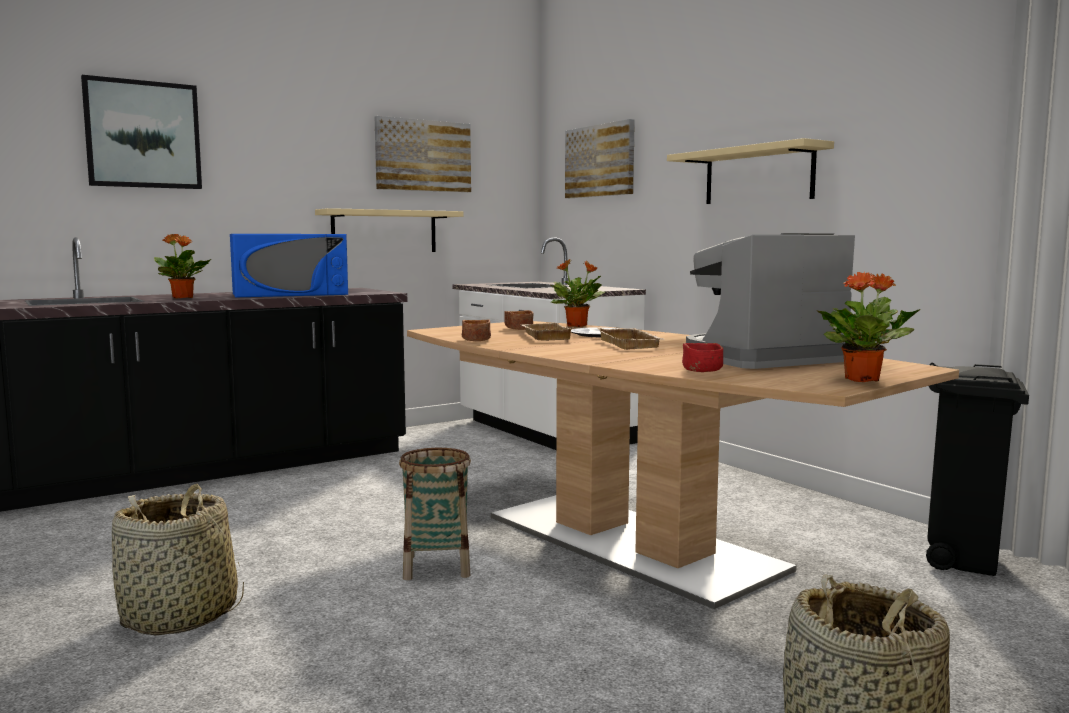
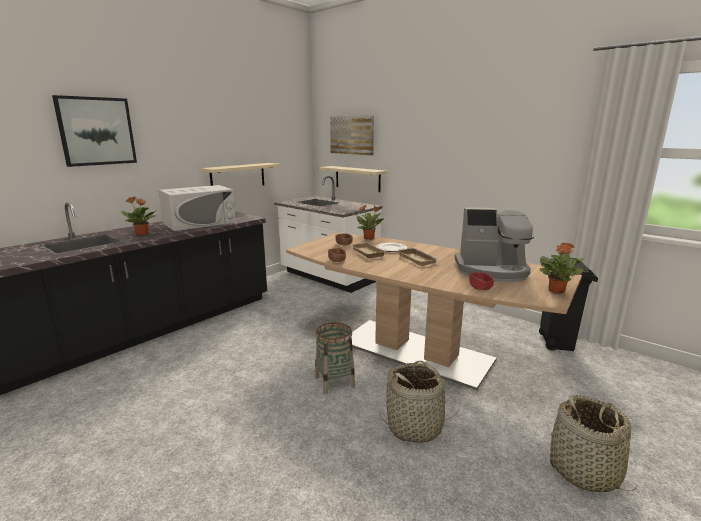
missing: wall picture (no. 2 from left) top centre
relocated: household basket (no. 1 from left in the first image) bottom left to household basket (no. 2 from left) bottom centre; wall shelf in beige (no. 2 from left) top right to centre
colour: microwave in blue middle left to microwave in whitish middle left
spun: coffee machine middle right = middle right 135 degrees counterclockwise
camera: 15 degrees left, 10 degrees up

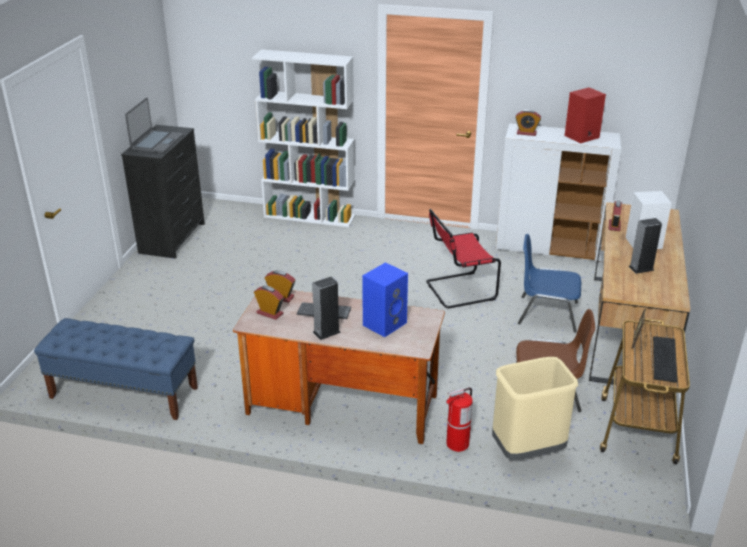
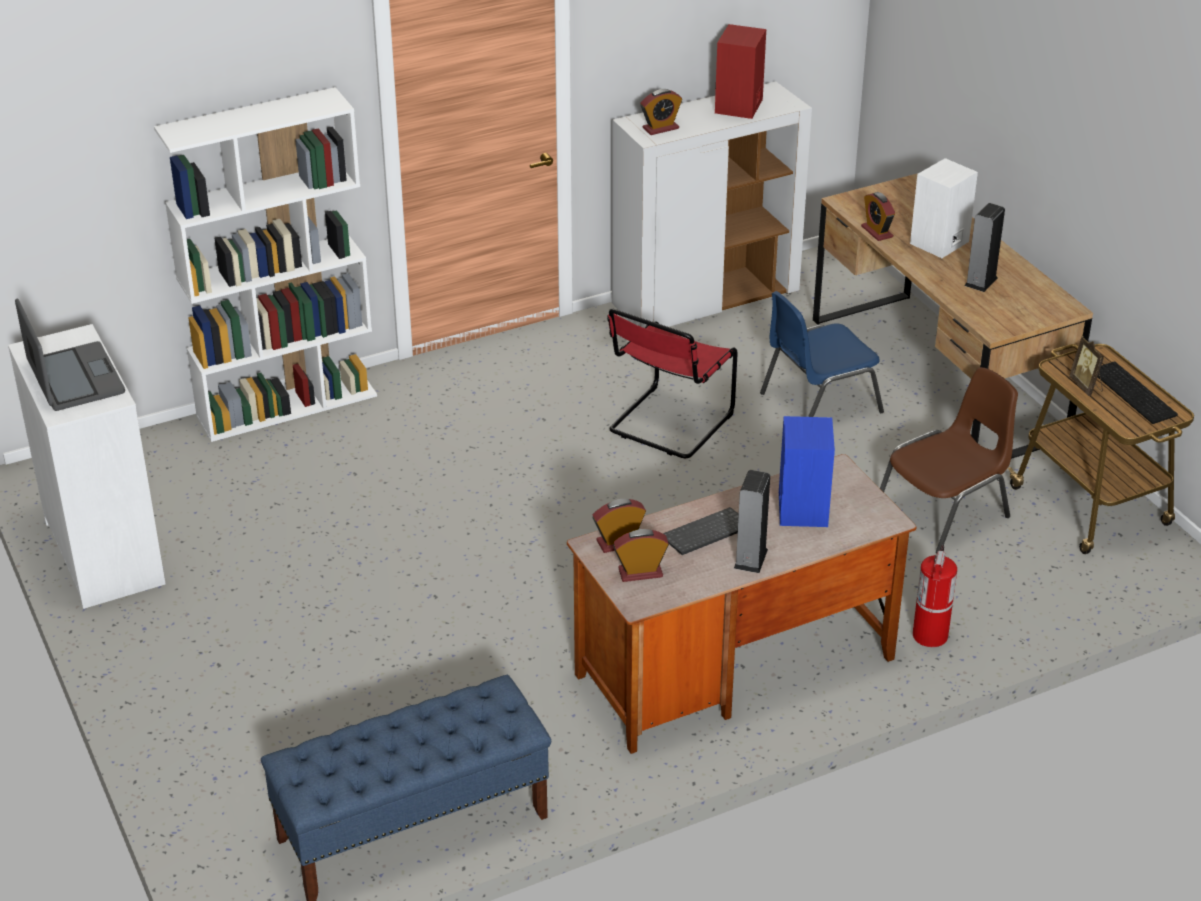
missing: trash can in beige bottom right
colour: dresser in black middle left to dresser in whitish middle left
camera: 40 degrees left, 5 degrees up

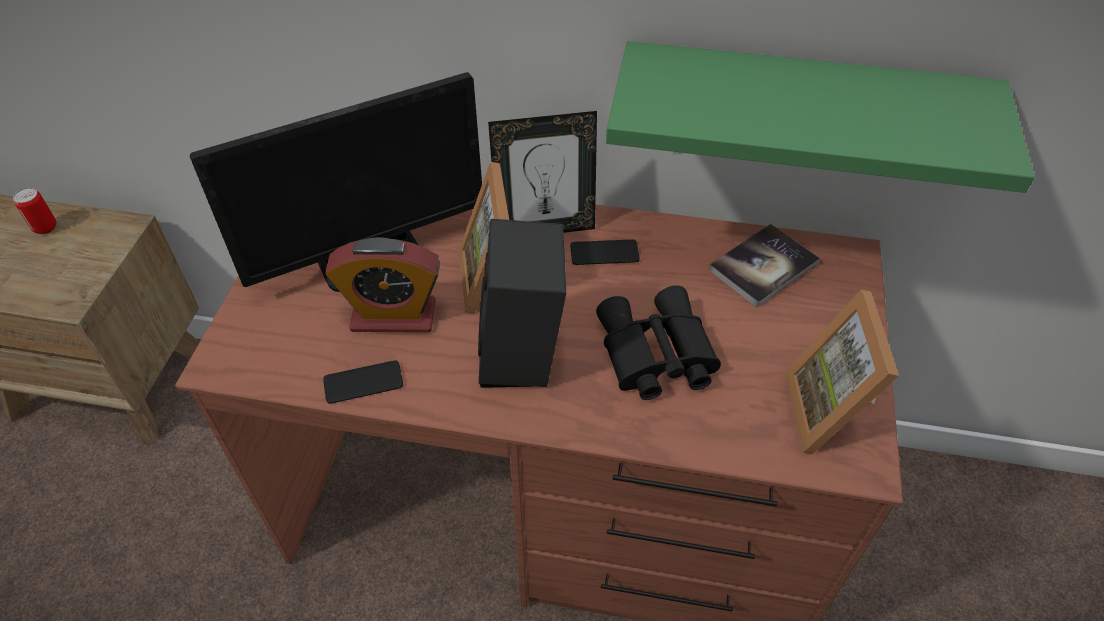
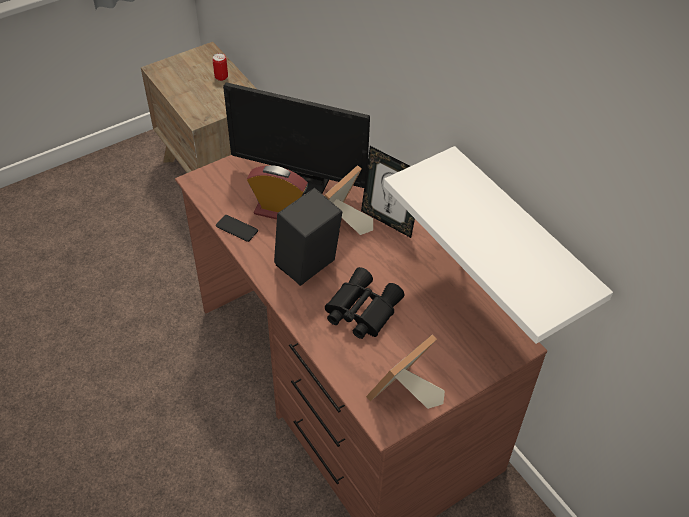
missing: handset (no. 2 from left) centre; volume middle right
colour: wall shelf in greenish top right to wall shelf in whitish middle right
spun: alarm clock centre = centre 150 degrees clockwise
camera: 45 degrees right, 0 degrees up

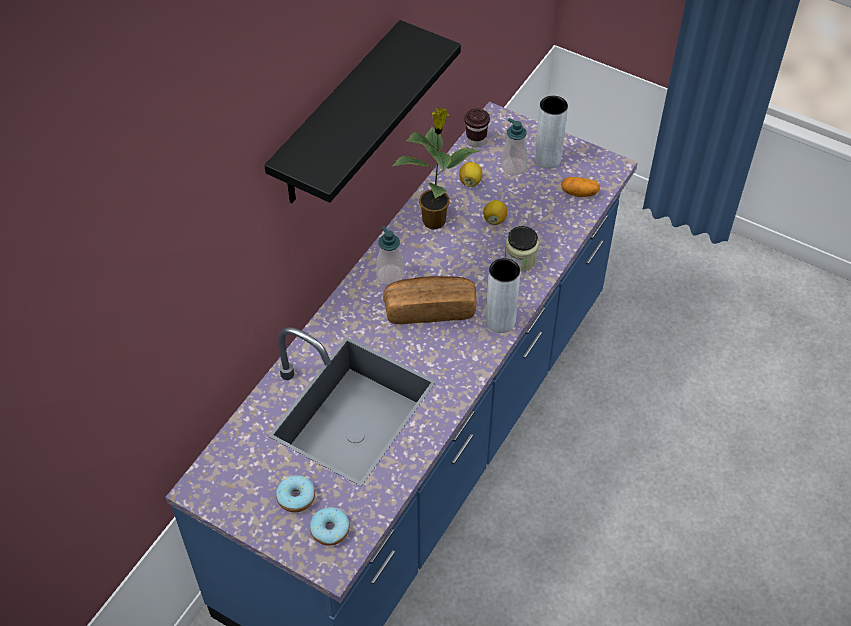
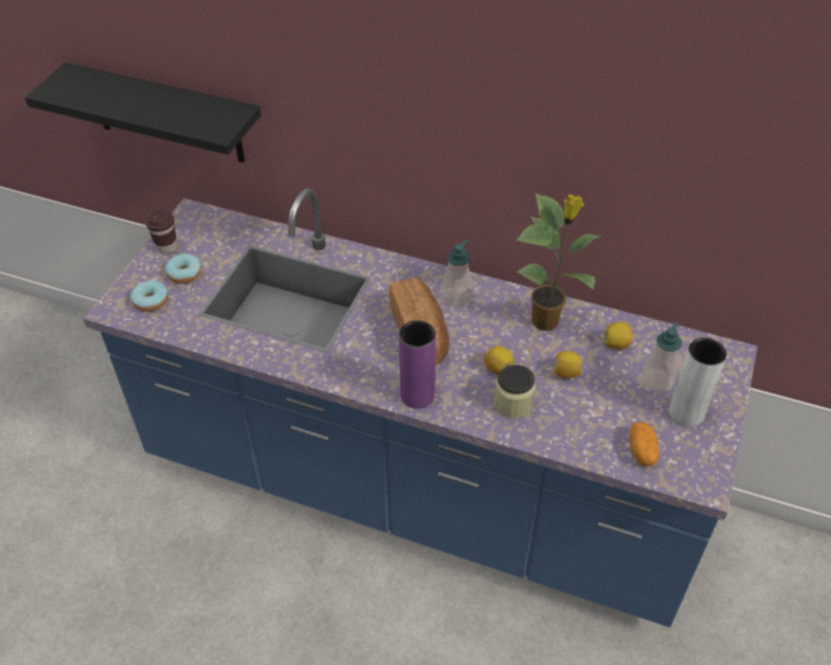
appeared: citrus fruit (no. 1 from left) centre
relocated: wall shelf in black top centre to top left; cup in brown-coloured top centre to middle left
colour: flower vase in greyish (no. 1 from left) centre to flower vase in purple centre
camera: 80 degrees right, 5 degrees down

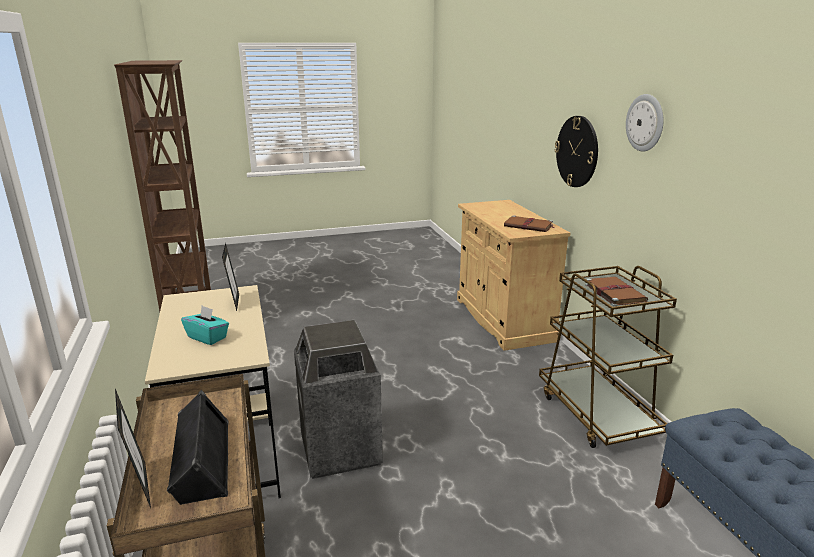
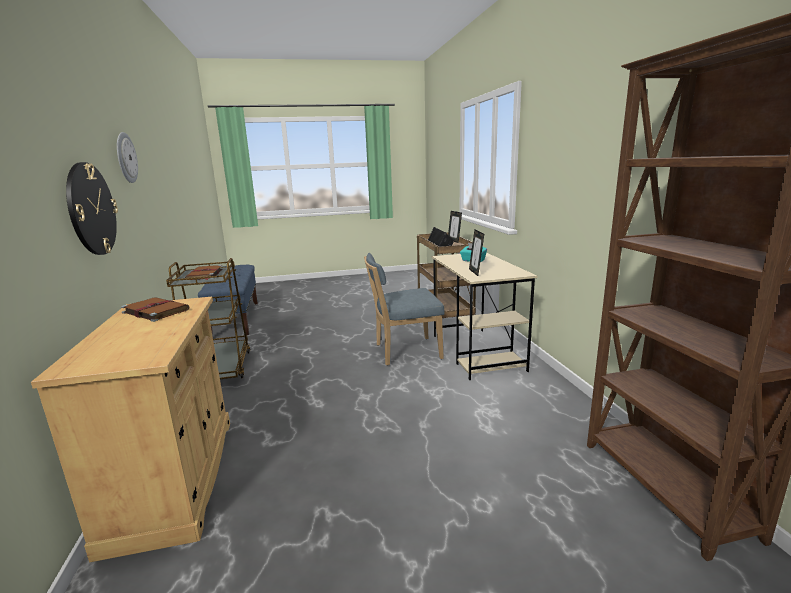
exchanged: trash can bottom centre to plain chair in blue centre
camera: 175 degrees left, 5 degrees down

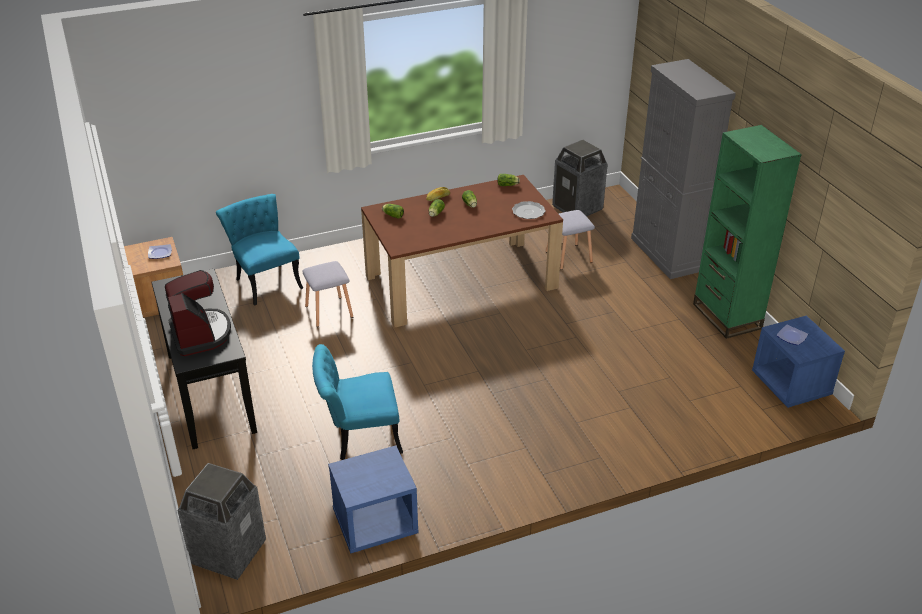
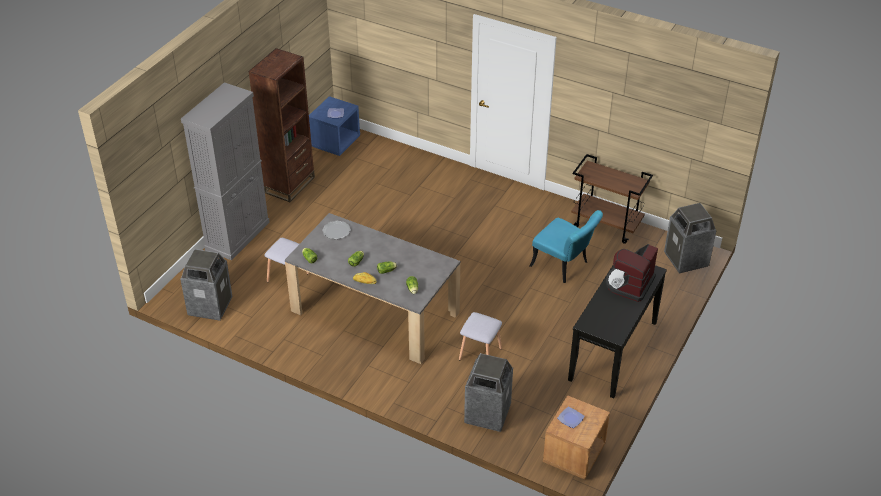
exchanged: plain chair in blue-green (no. 1 from left) middle left to trash can (no. 2 from left) bottom centre; nightstand in blue (no. 1 from left) bottom centre to trolley in brown-coloured middle right
colour: kitchen table in brown-coloured centre to kitchen table in greyish centre; bookshelf in greenish middle right to bookshelf in brown-coloured top left
camera: 130 degrees left, 5 degrees up

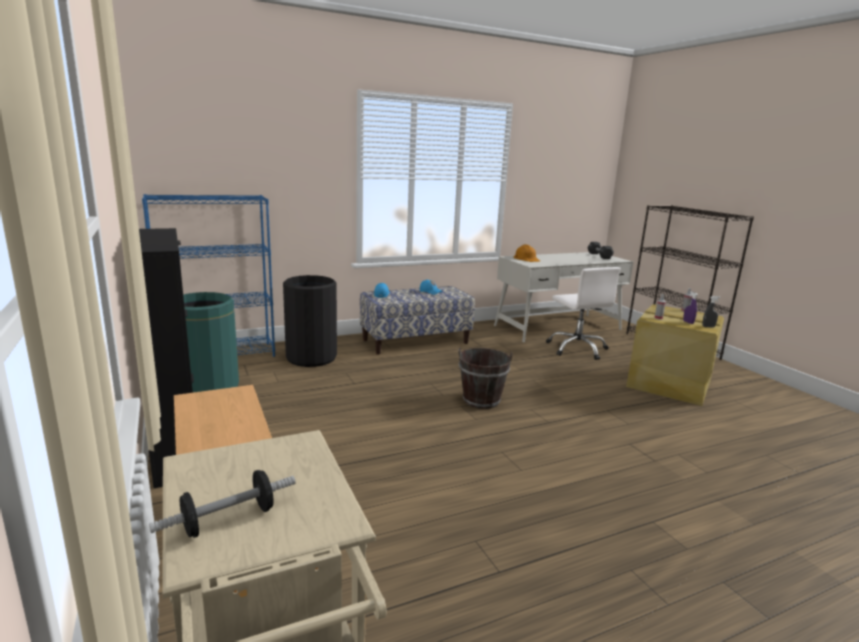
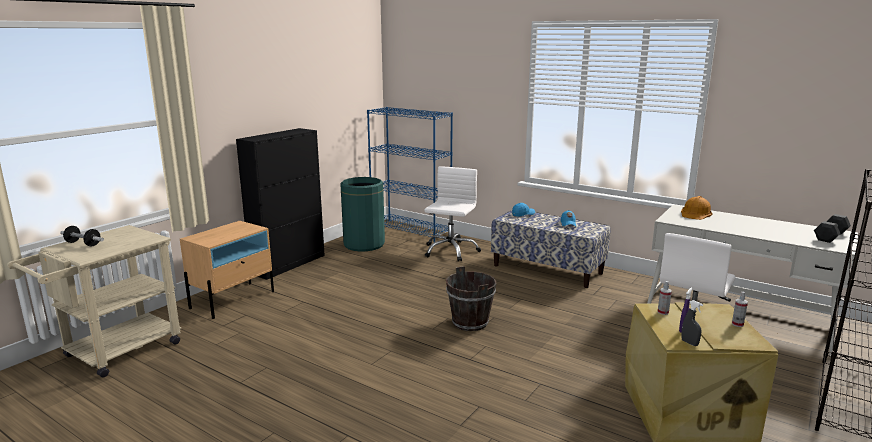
exchanged: trash can in black centre to desk chair in whitish (no. 1 from left) centre
camera: 60 degrees right, 0 degrees up

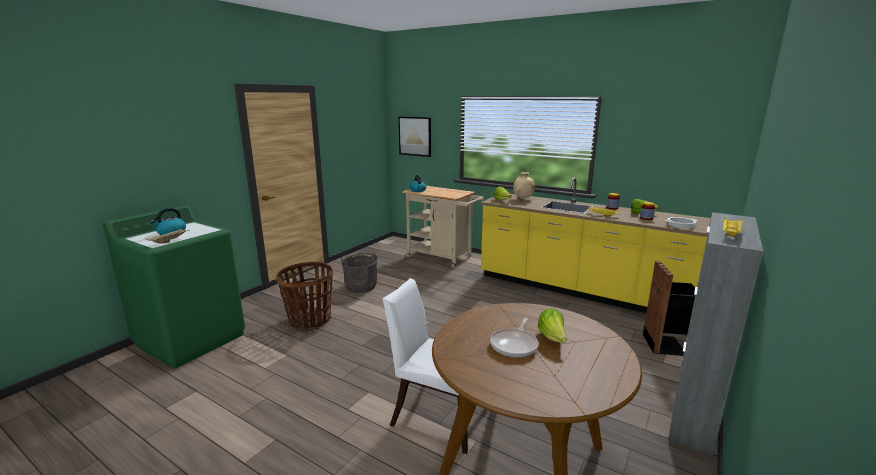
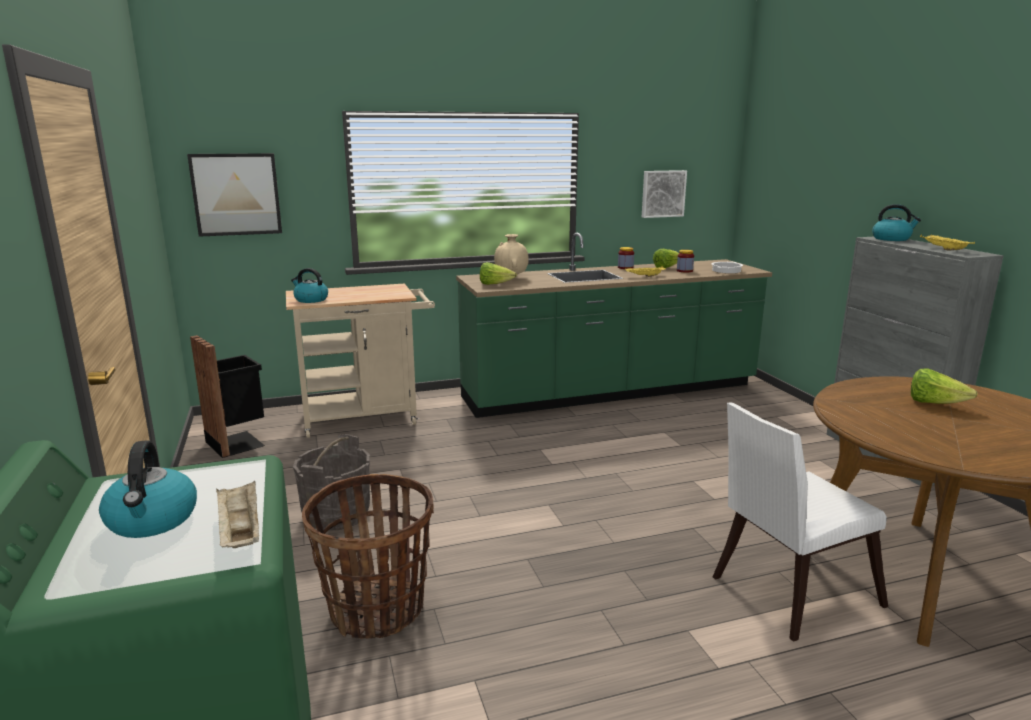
missing: frying pan bottom centre
appeared: wall picture (no. 2 from left) top centre; kettle (no. 3 from left) top right
relocated: trash can in black middle right to middle left
colour: counter in yellow middle right to counter in greenish centre
camera: 50 degrees left, 0 degrees up

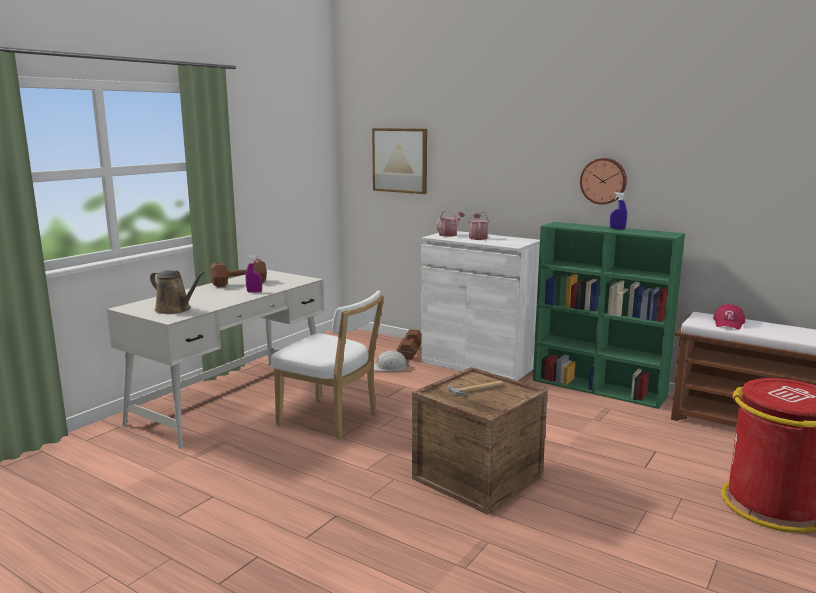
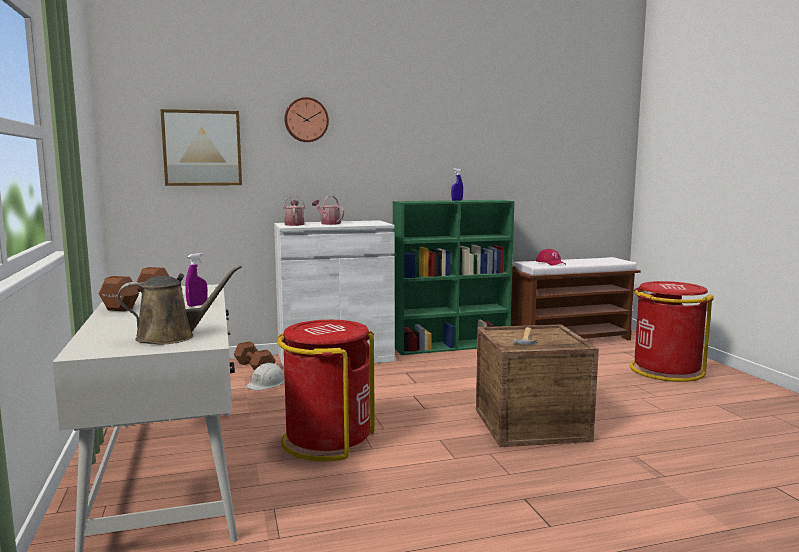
relocated: hanging clock top right to top centre
exchanged: plain chair in whitish centre to trash can in reddish (no. 1 from left) bottom centre
camera: 50 degrees left, 5 degrees down

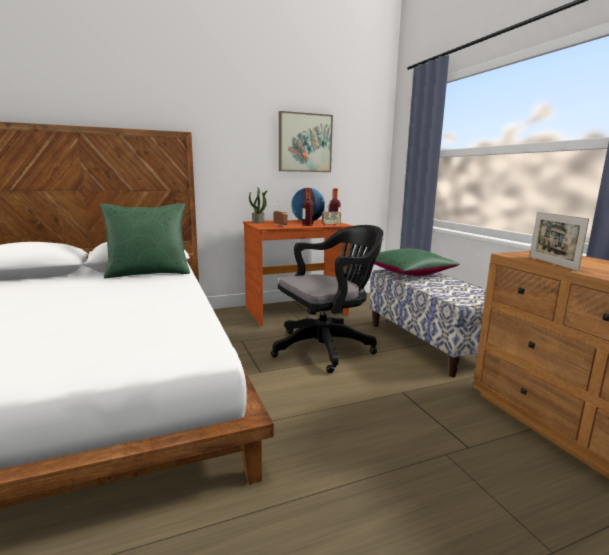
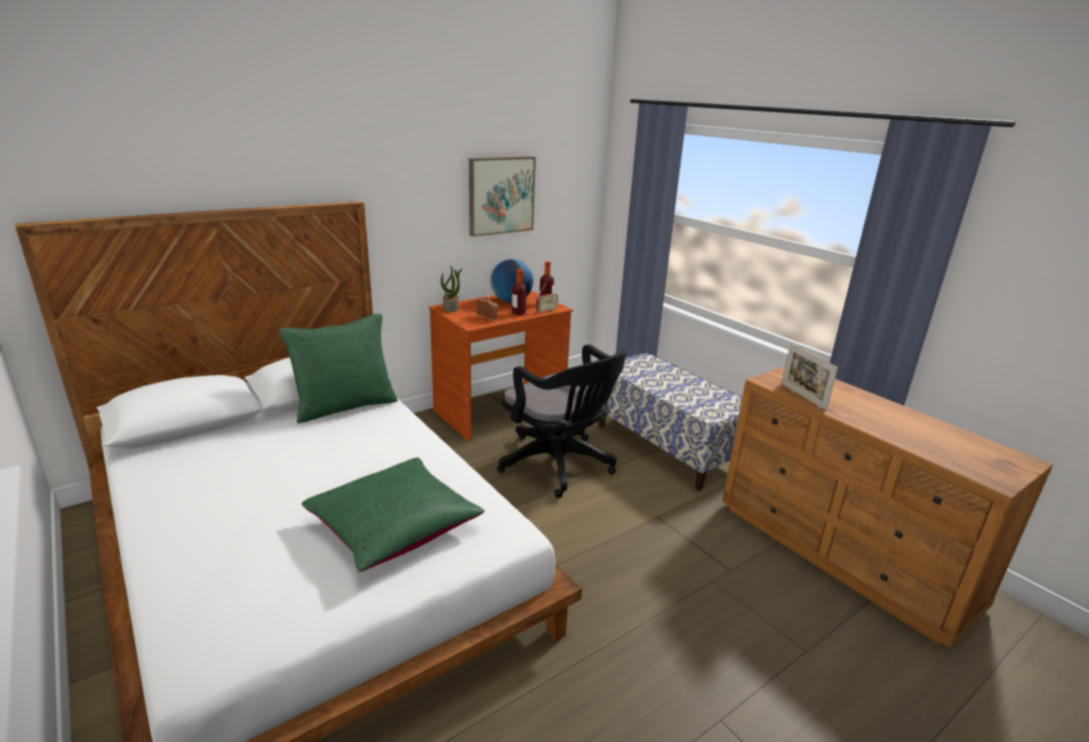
relocated: cushion in greenish (no. 2 from left) middle right to bottom centre
spun: desk chair in black centre = centre 90 degrees clockwise
camera: 15 degrees left, 10 degrees up

